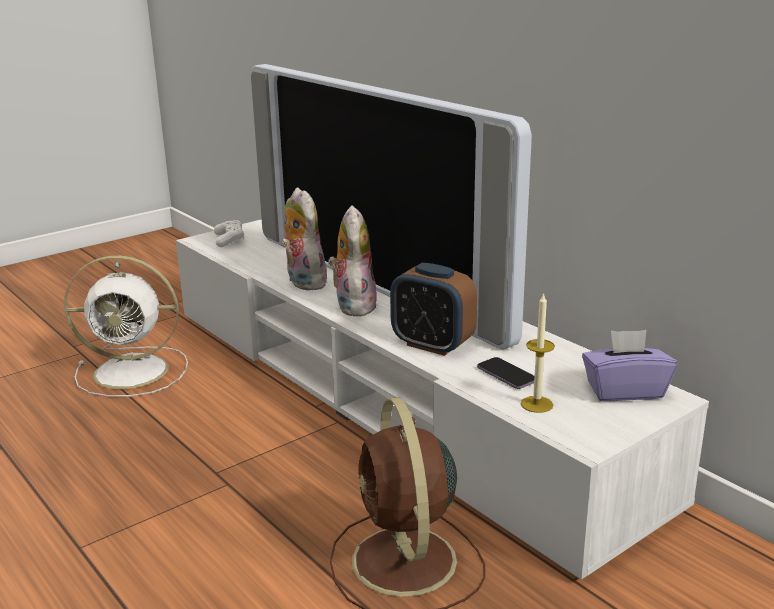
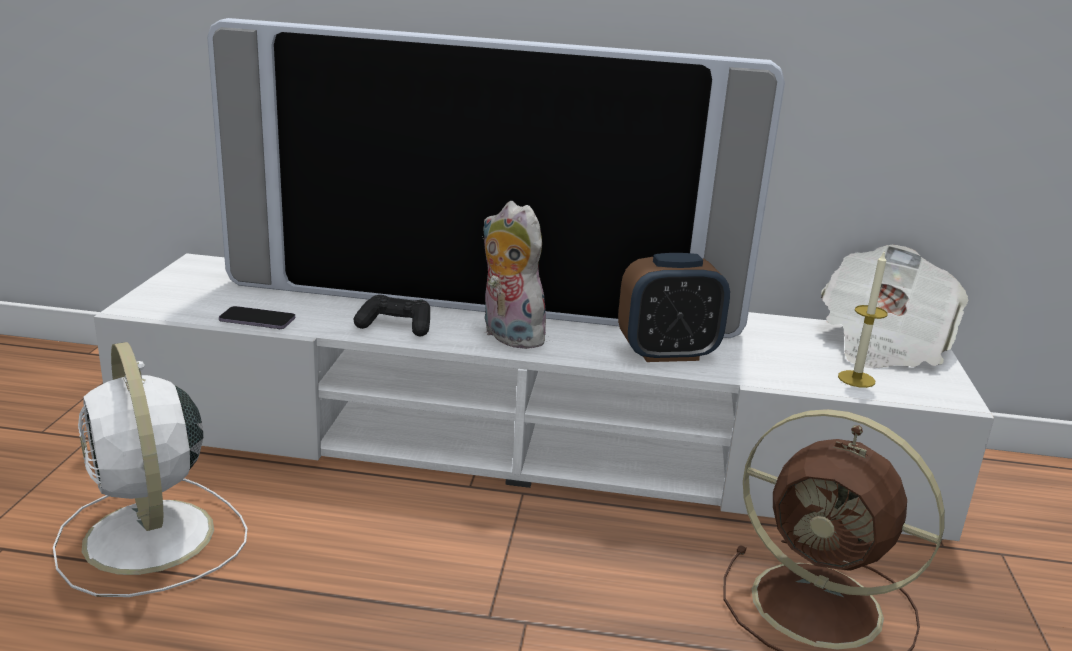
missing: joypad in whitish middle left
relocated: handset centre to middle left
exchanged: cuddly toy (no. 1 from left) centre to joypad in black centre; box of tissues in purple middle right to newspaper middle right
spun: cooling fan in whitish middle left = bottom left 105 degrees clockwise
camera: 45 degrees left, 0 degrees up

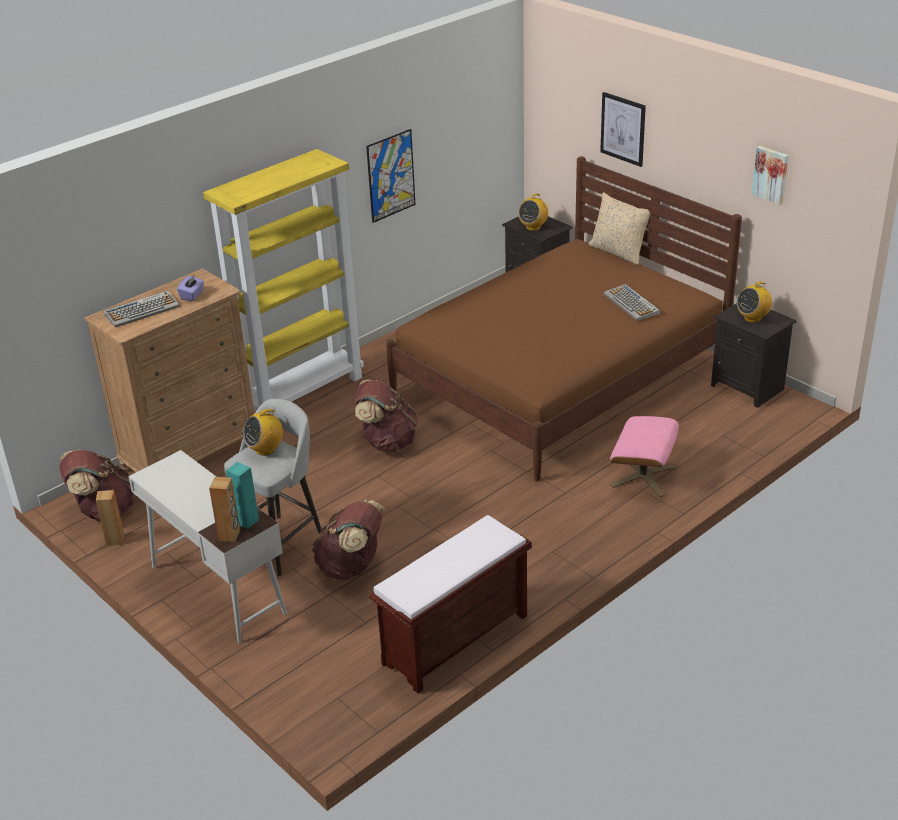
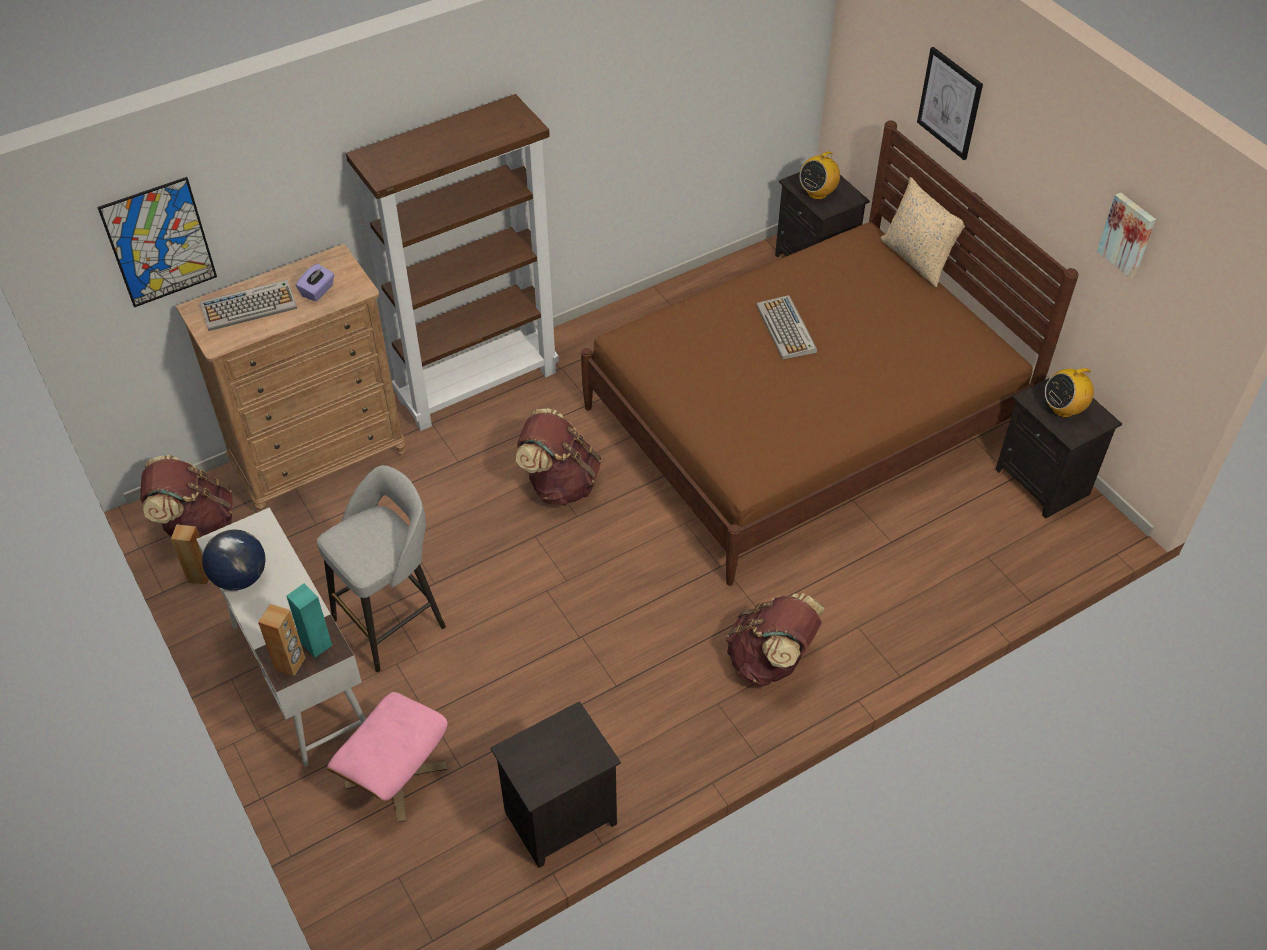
missing: radio (no. 1 from left) middle left
appeared: world globe middle left
relocated: backpack in brown-coloured (no. 2 from left in the first image) centre to backpack in brown-coloured (no. 3 from left) bottom centre; wall picture (no. 1 from left) top centre to top left; keyboard (no. 2 from left) middle right to centre; pouffe in pink-coloured middle right to bottom left
exchanged: indoor bench in brown-coloured bottom centre to nightstand in black (no. 1 from left) bottom centre
colour: bookshelf in yellow middle left to bookshelf in brown-coloured top centre
camera: 10 degrees right, 15 degrees up

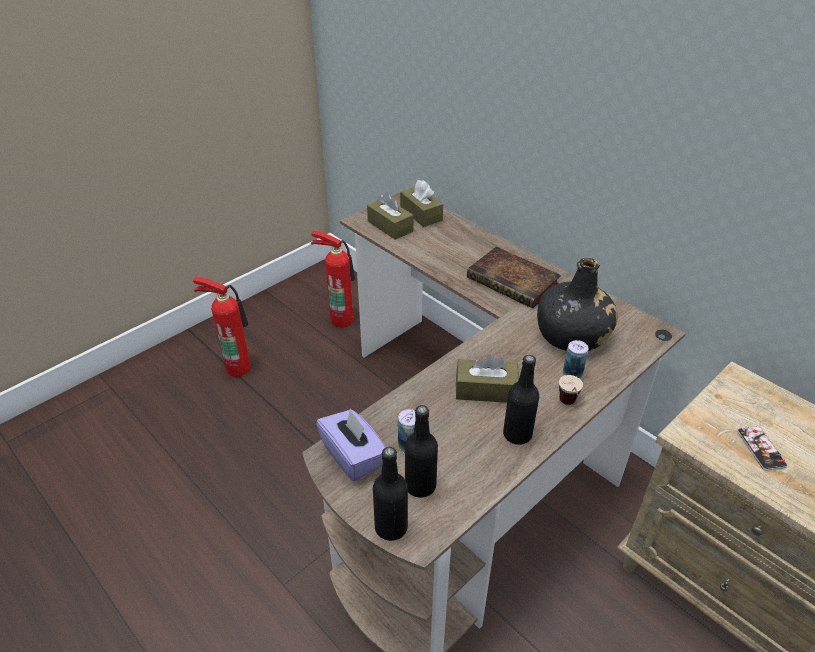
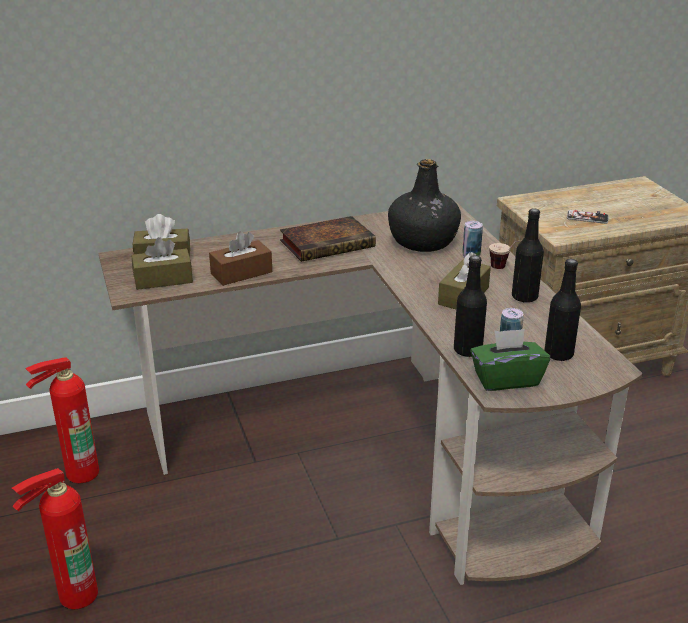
appeared: box of tissues in brown-coloured (no. 3 from left) centre
relocated: bottle in black (no. 1 from left in the first image) bottom centre to bottle in black (no. 2 from left) middle right
colour: box of tissues in purple bottom centre to box of tissues in greenish middle right
camera: 65 degrees left, 10 degrees down

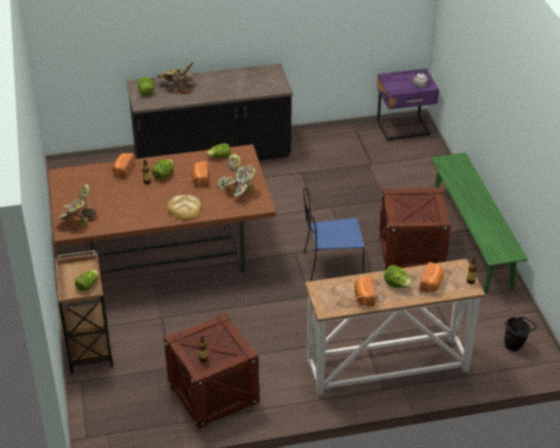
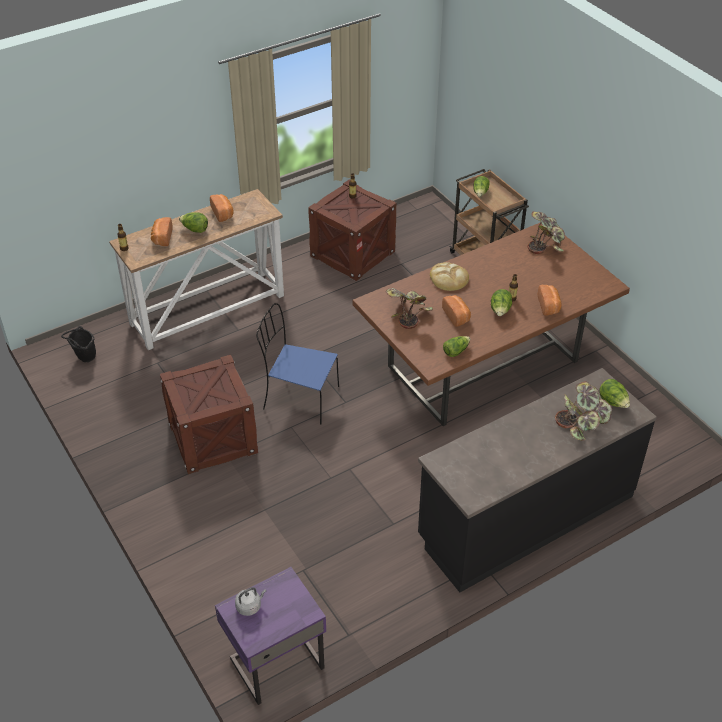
missing: indoor bench in greenish middle right
spun: plain chair in blue centre = centre 135 degrees counterclockwise
camera: 160 degrees right, 5 degrees up

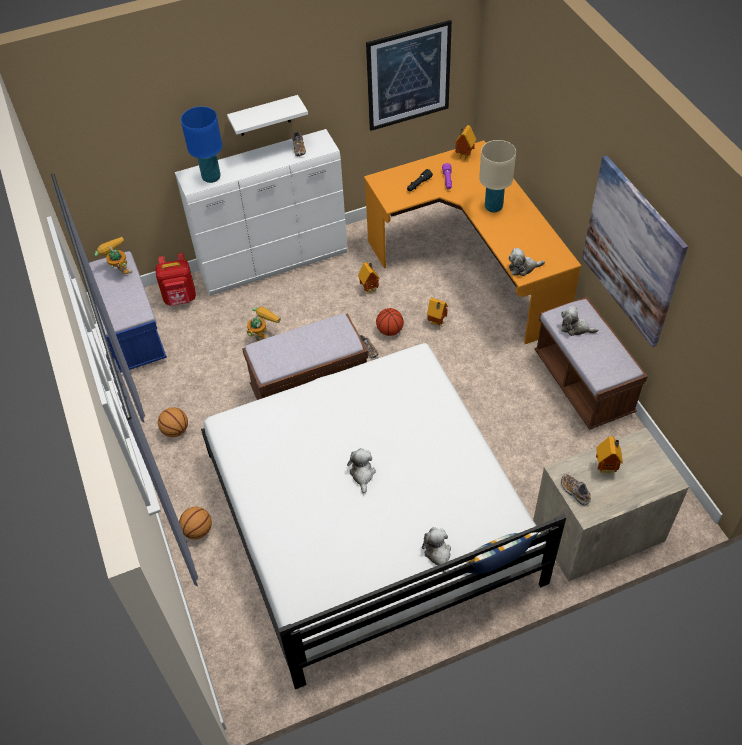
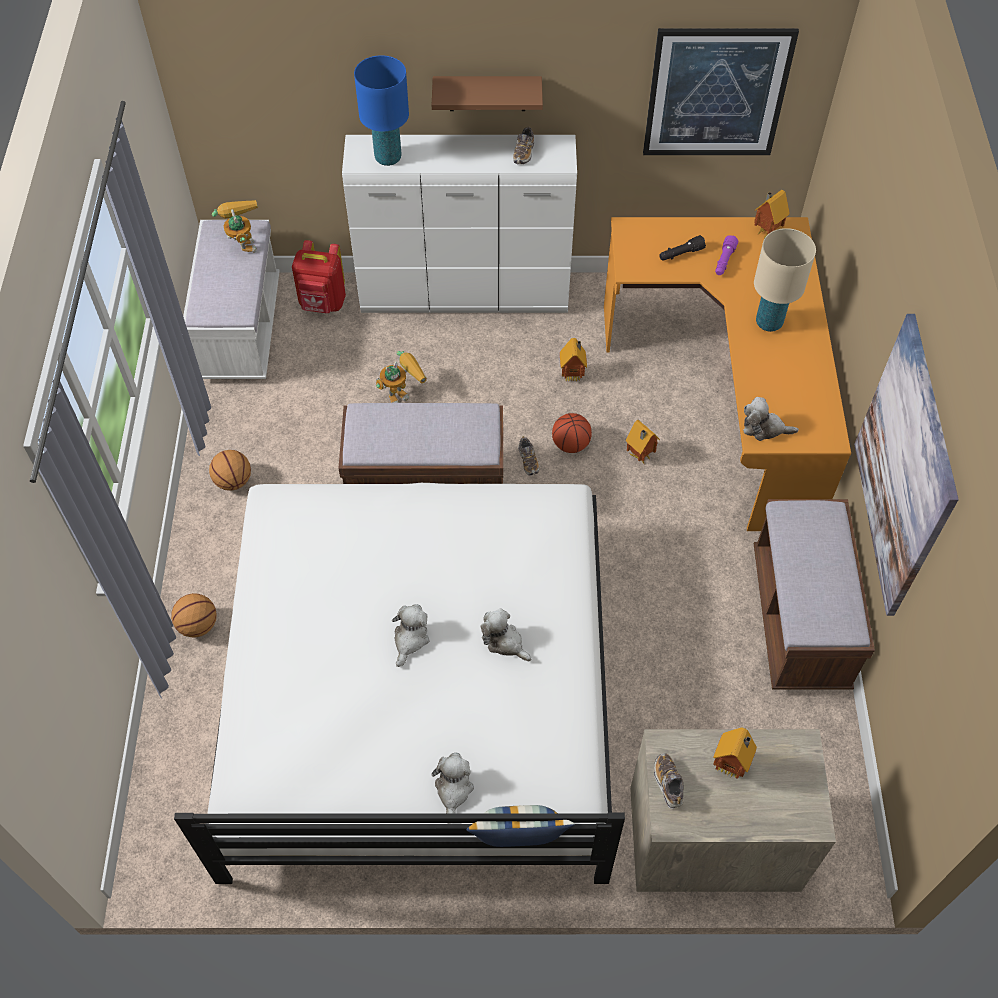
relocated: cuddly toy (no. 4 from left in the first image) middle right to cuddly toy (no. 3 from left) centre
colour: indoor bench in blue middle left to indoor bench in whitish top left; wall shelf in whitish top centre to wall shelf in brown-coloured top centre
camera: 20 degrees right, 5 degrees up

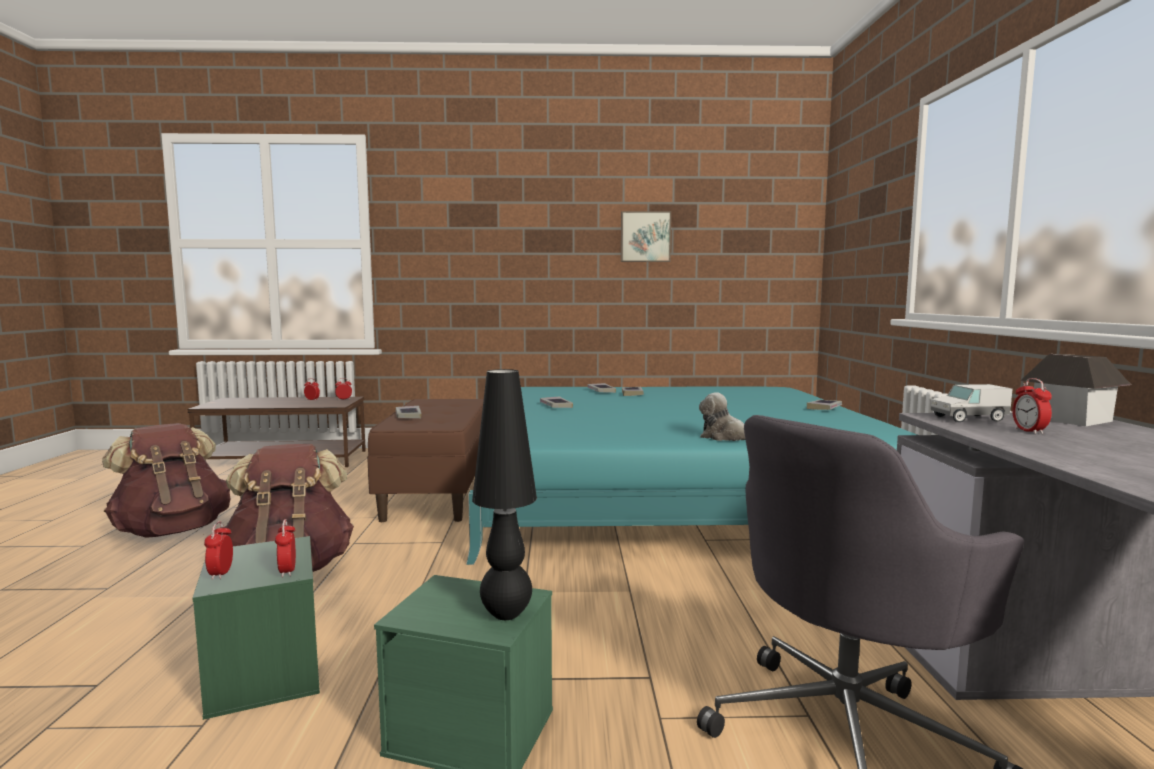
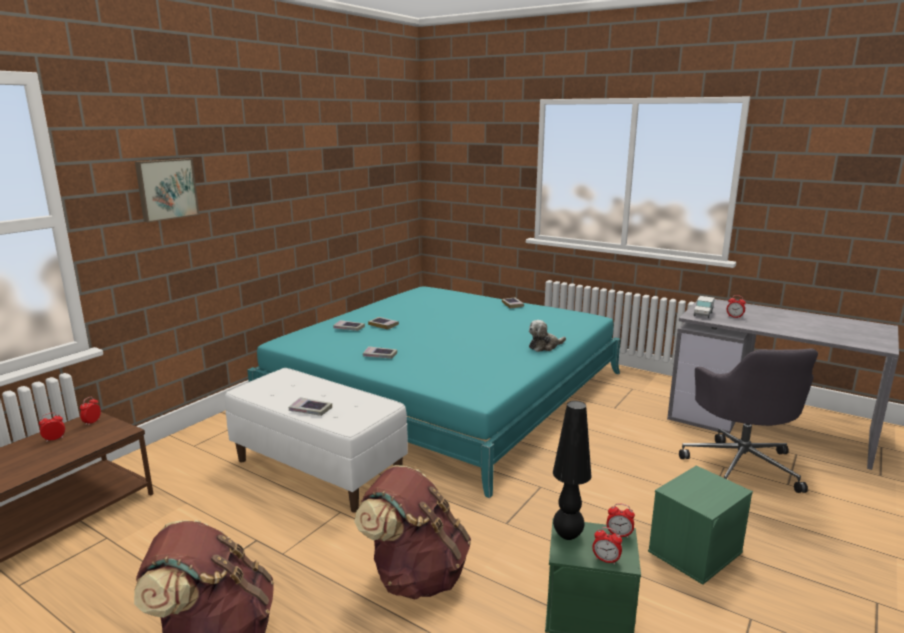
missing: miniature house middle right
relocated: tabletop lamp in black centre to bottom centre; wall picture top centre to top left
colour: indoor bench in brown-coloured centre to indoor bench in whitish bottom centre
camera: 55 degrees left, 10 degrees up

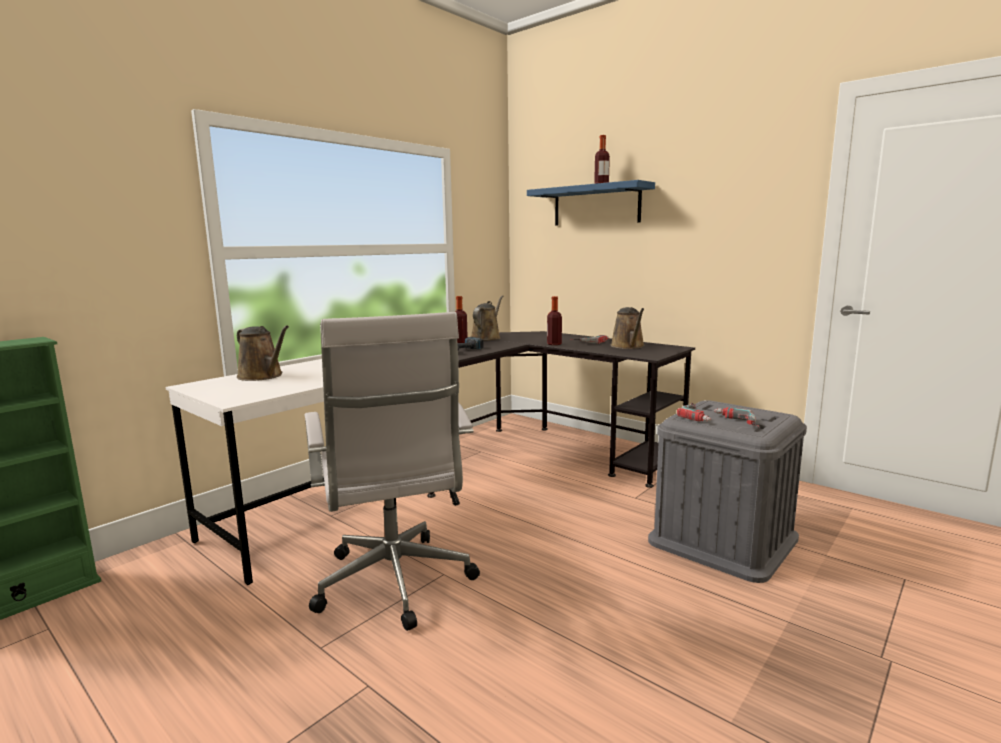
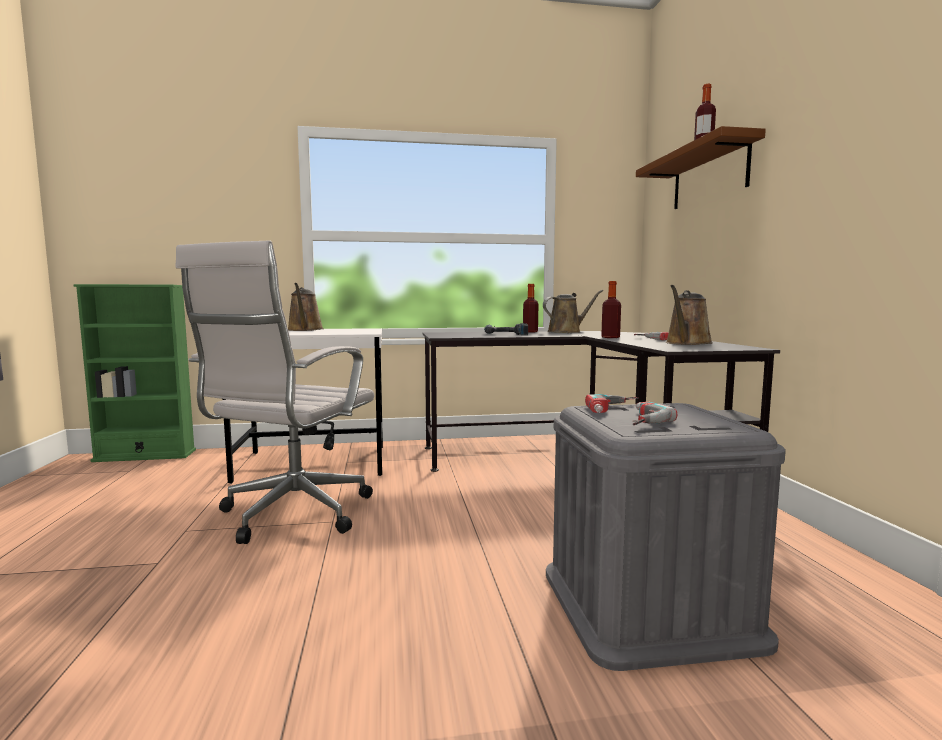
colour: wall shelf in blue top centre to wall shelf in brown-coloured top right
camera: 40 degrees right, 5 degrees down

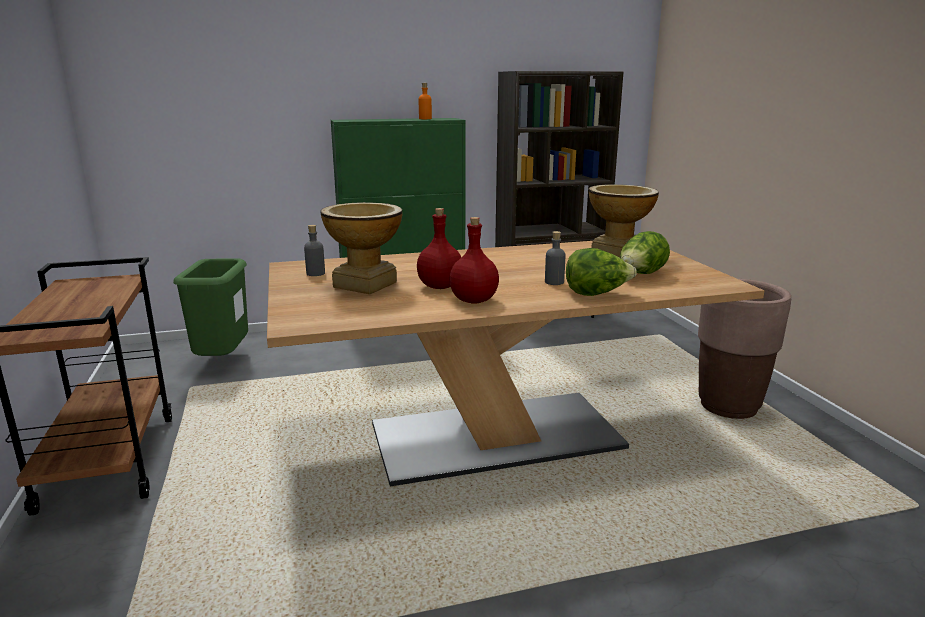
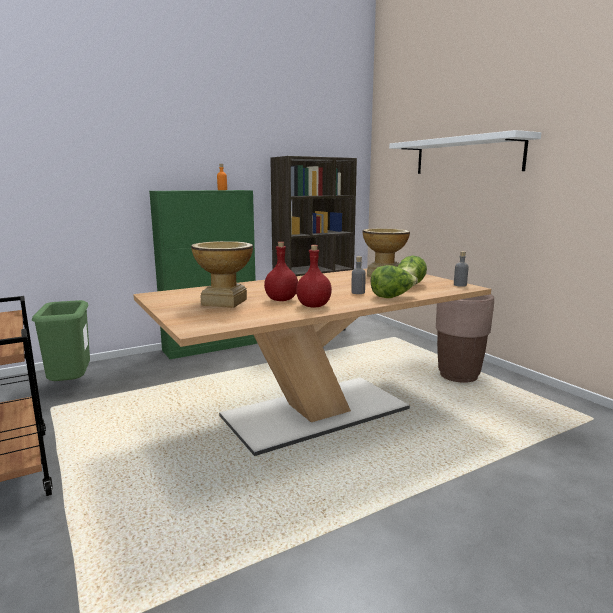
appeared: wall shelf in whitish top right
relocated: bottle in greyish (no. 1 from left in the first image) centre to bottle in greyish (no. 2 from left) middle right
camera: 15 degrees left, 5 degrees down

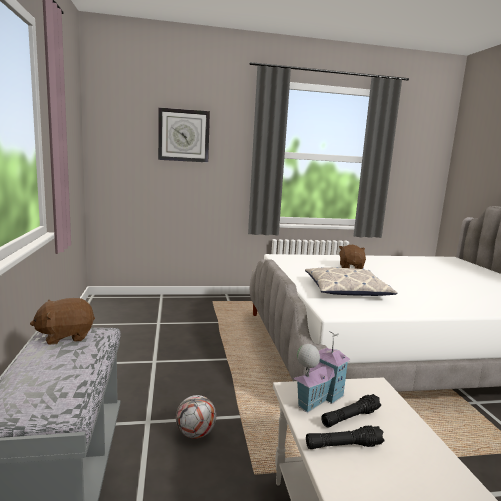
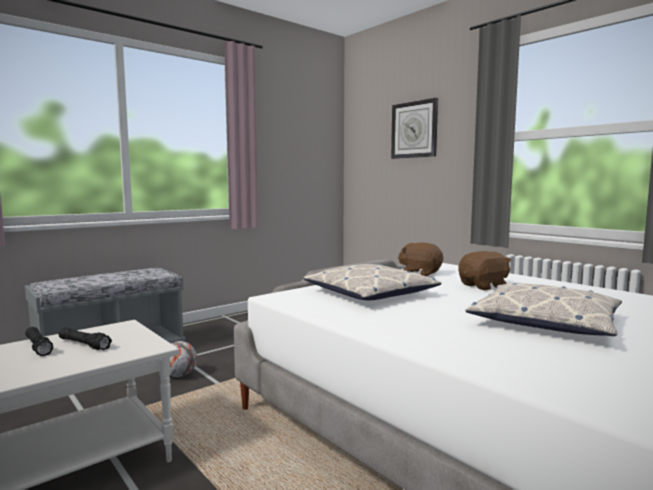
missing: miniature house bottom centre
appeared: cushion (no. 2 from left) middle right
relocated: cuddly toy in brown-coloured (no. 1 from left) middle left to centre
camera: 60 degrees right, 5 degrees down

